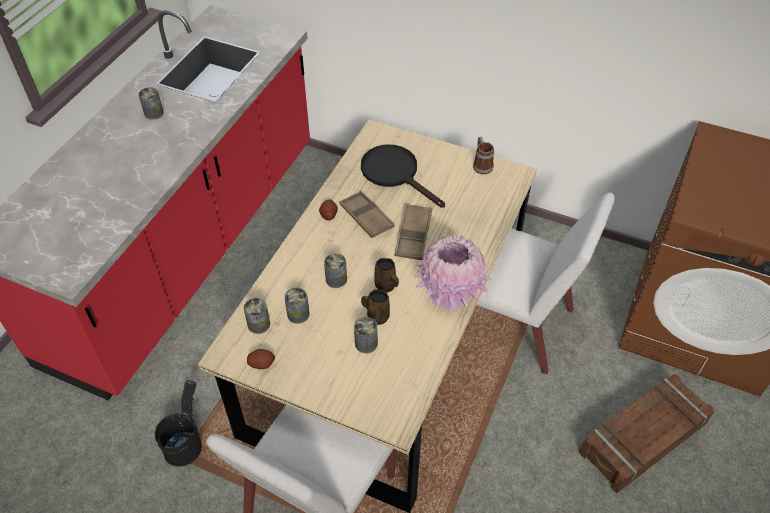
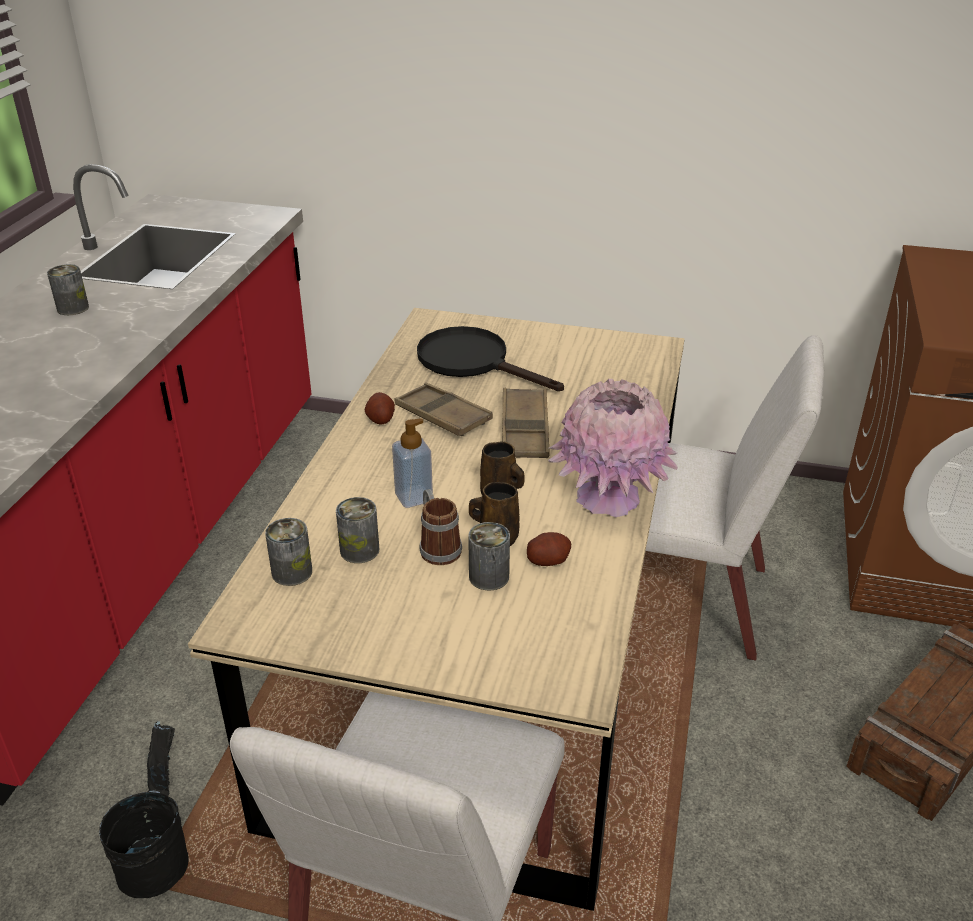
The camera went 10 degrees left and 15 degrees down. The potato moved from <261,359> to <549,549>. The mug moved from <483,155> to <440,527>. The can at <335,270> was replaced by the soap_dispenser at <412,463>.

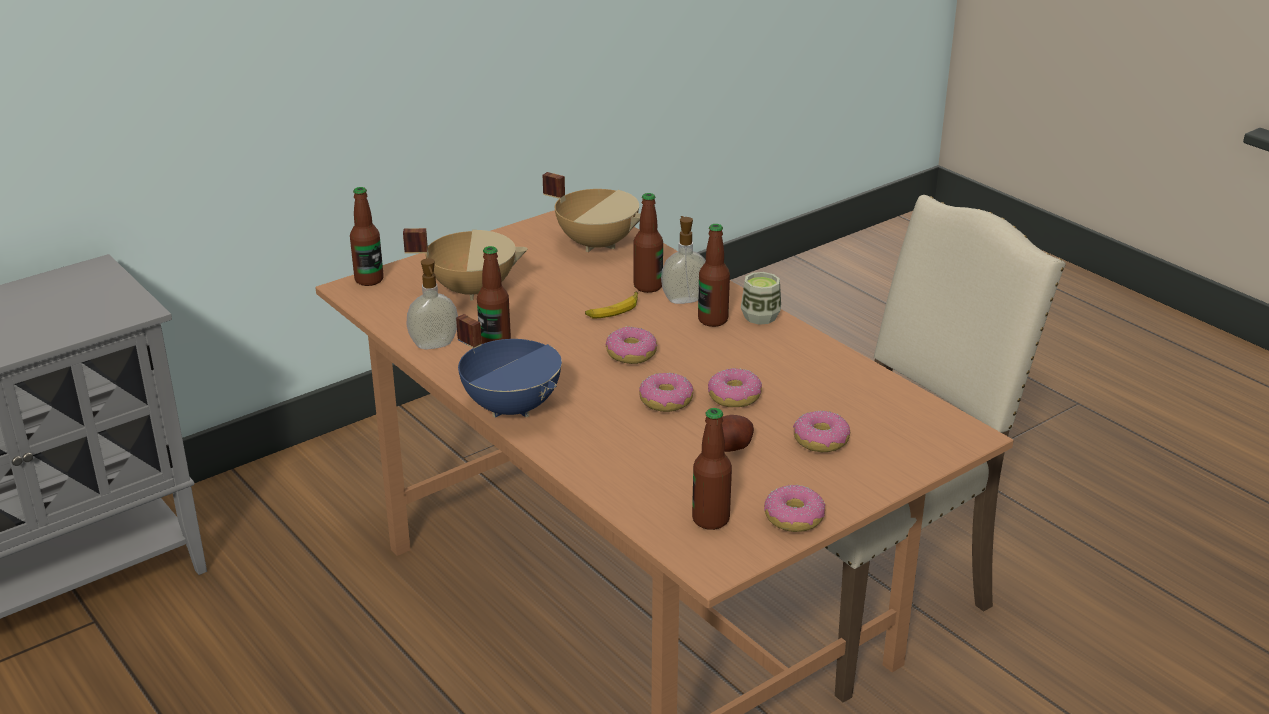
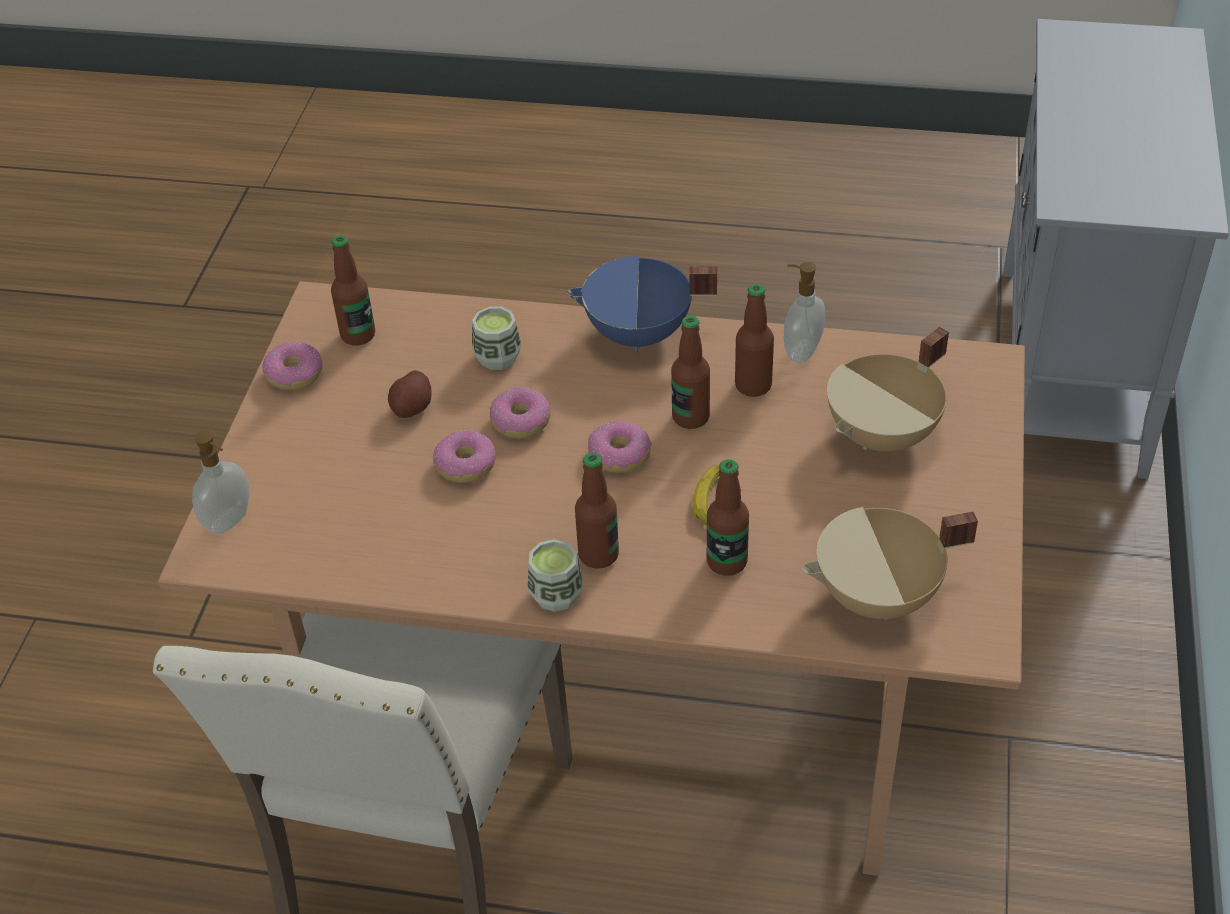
The camera went 140 degrees right and 15 degrees up. The donut at <821,431> disappeared. The cup at <496,338> appeared. The bottle moved from <367,236> to <690,372>. The soap_dispenser moved from <683,260> to <221,482>.

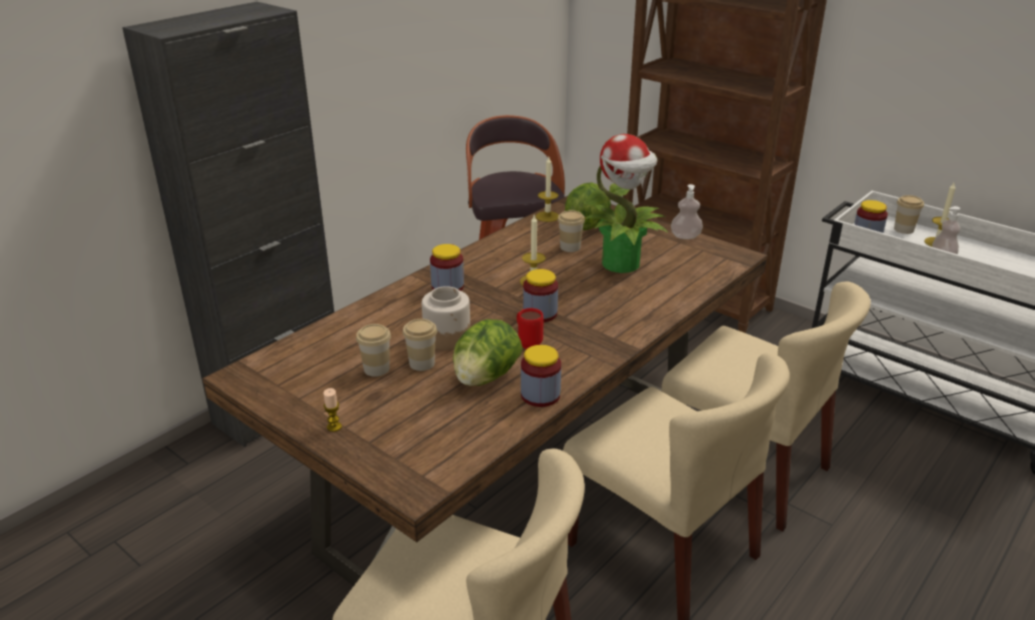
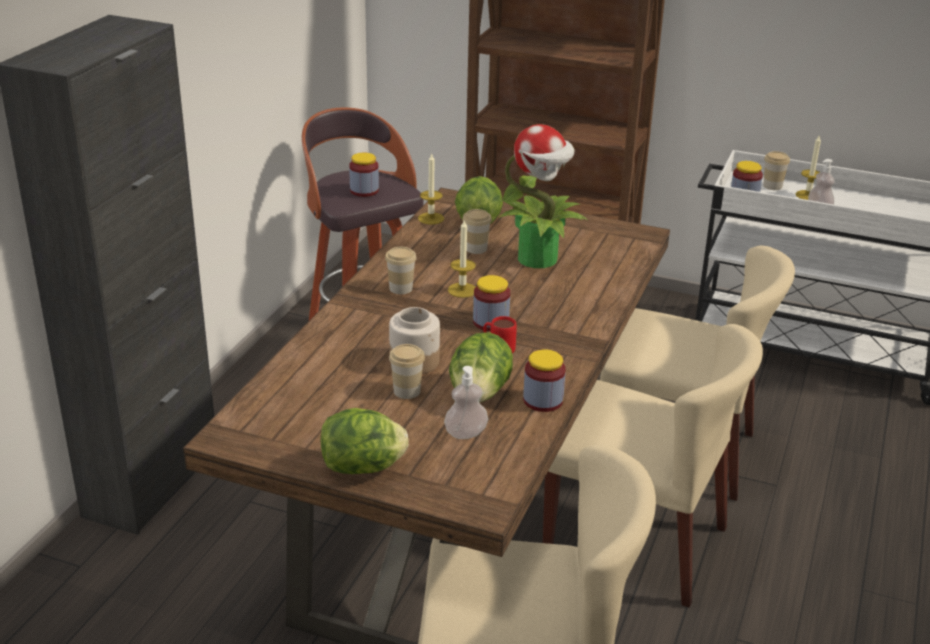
The camera went 20 degrees left and 0 degrees up. The cup moved from <373,350> to <401,270>. The jar moved from <447,267> to <364,175>. The soap_dispenser moved from <687,211> to <466,402>. The candle at <332,410> was replaced by the lettuce at <364,441>.

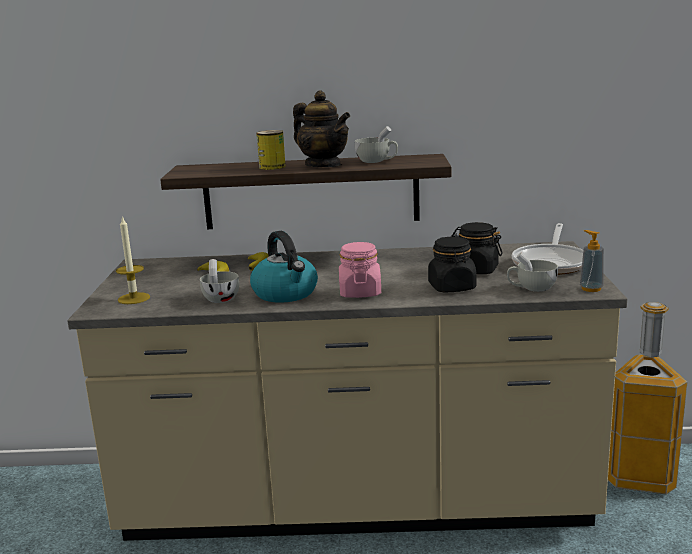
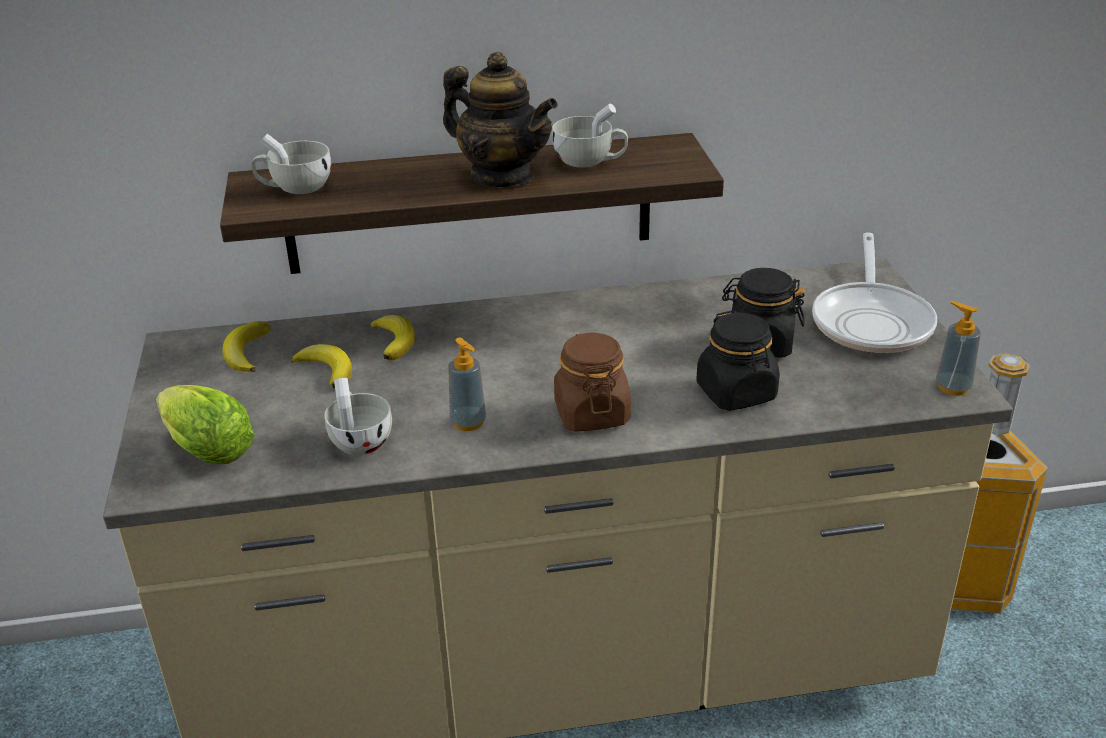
The camera went 10 degrees left and 15 degrees up. The can at <271,150> disappeared. The banana at <246,346> appeared. The white_cup moved from <532,272> to <291,164>. The candle at <133,260> was replaced by the lettuce at <205,424>. The kettle at <284,267> was replaced by the soap_dispenser at <467,384>. The pink_jar at <360,270> became the brown_jar at <592,382>.

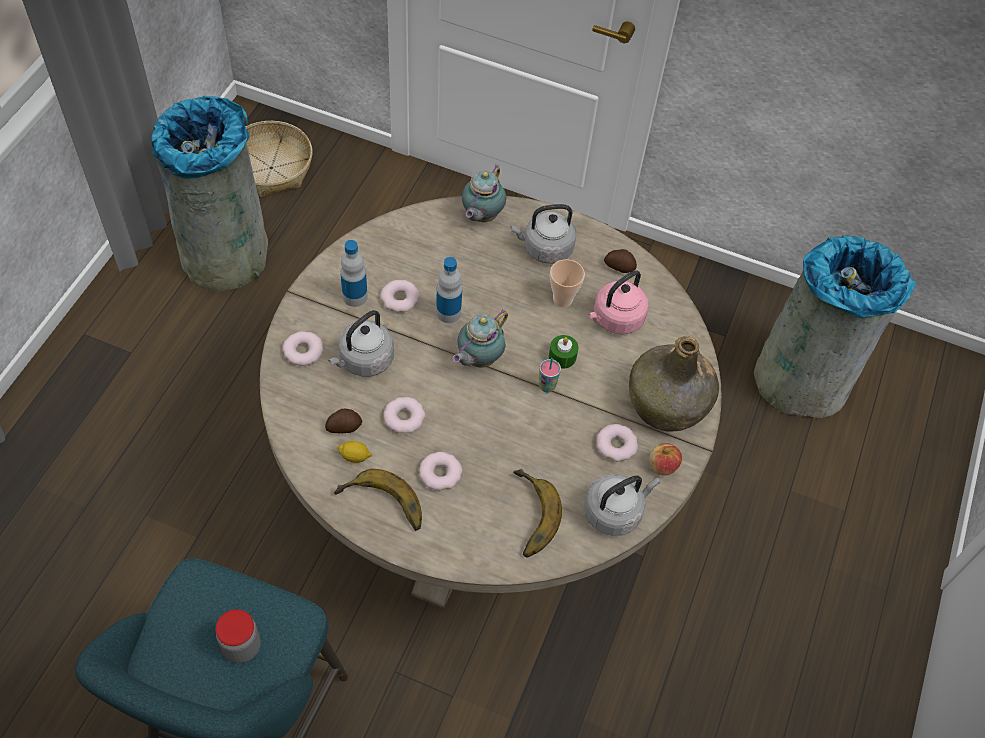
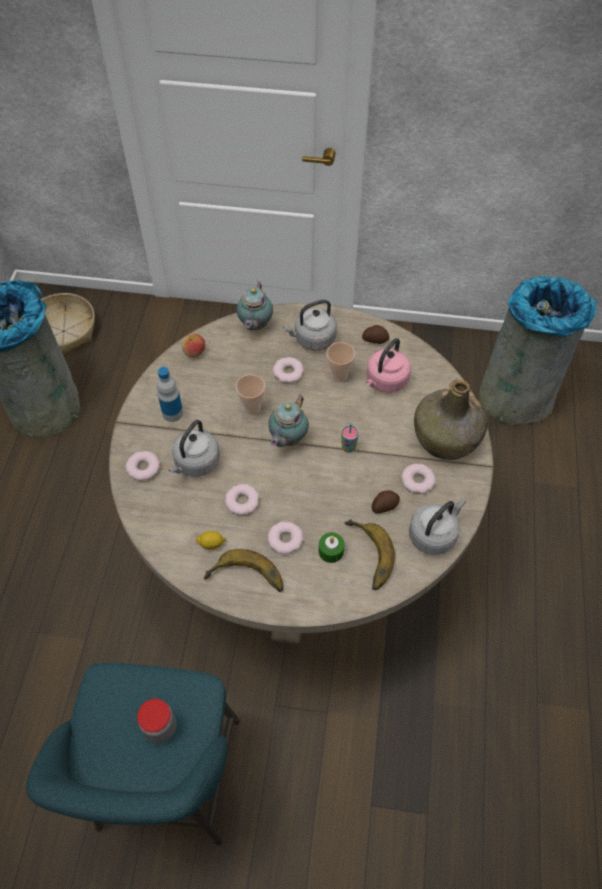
The camera went 10 degrees left and 0 degrees up. The potato moved from <343,421> to <386,501>. The donut moved from <399,296> to <288,370>. The green_candle moved from <564,351> to <331,547>. The apple moved from <665,459> to <193,346>. The bottle at <449,290> was replaced by the cup at <250,395>.

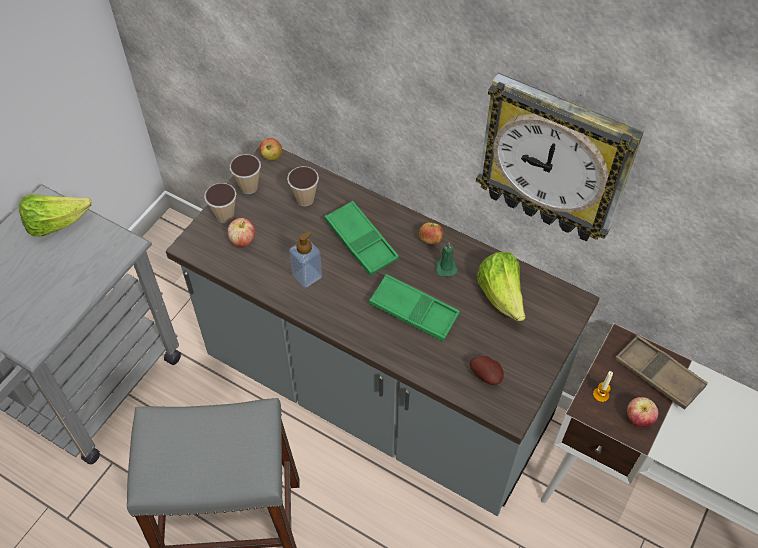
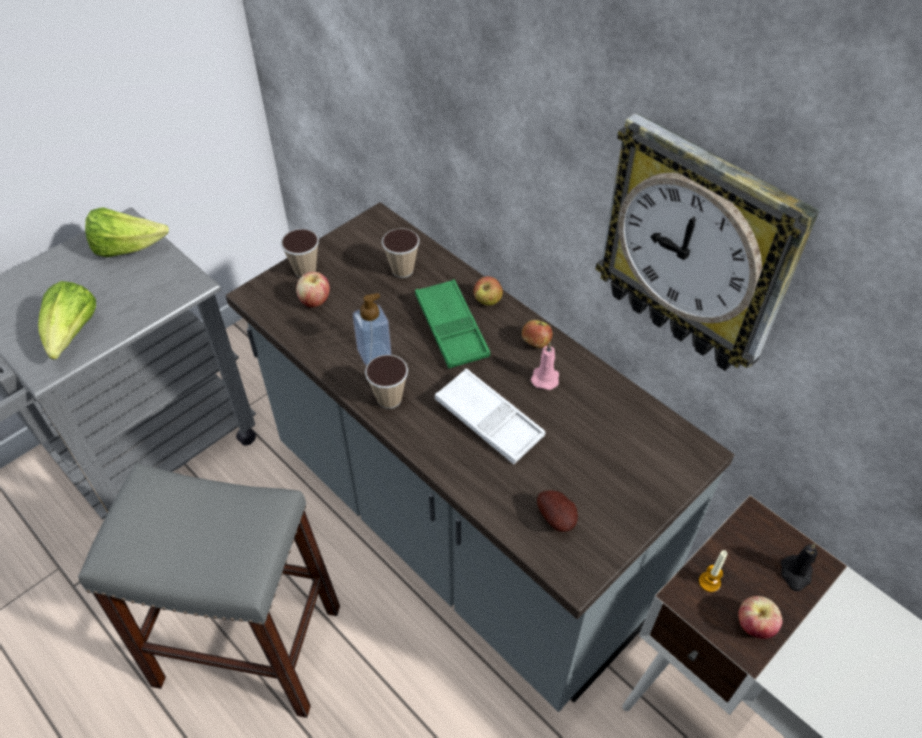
The camera went 15 degrees right and 5 degrees down. The cup moved from <245,174> to <386,382>. The apple moved from <270,149> to <488,291>. The lettuce moved from <501,287> to <67,320>. The brown_tray at <661,372> was replaced by the black_candle at <799,567>. The green_tray at <414,308> became the white_tray at <490,416>. The green_candle at <447,260> became the pink_candle at <545,366>.

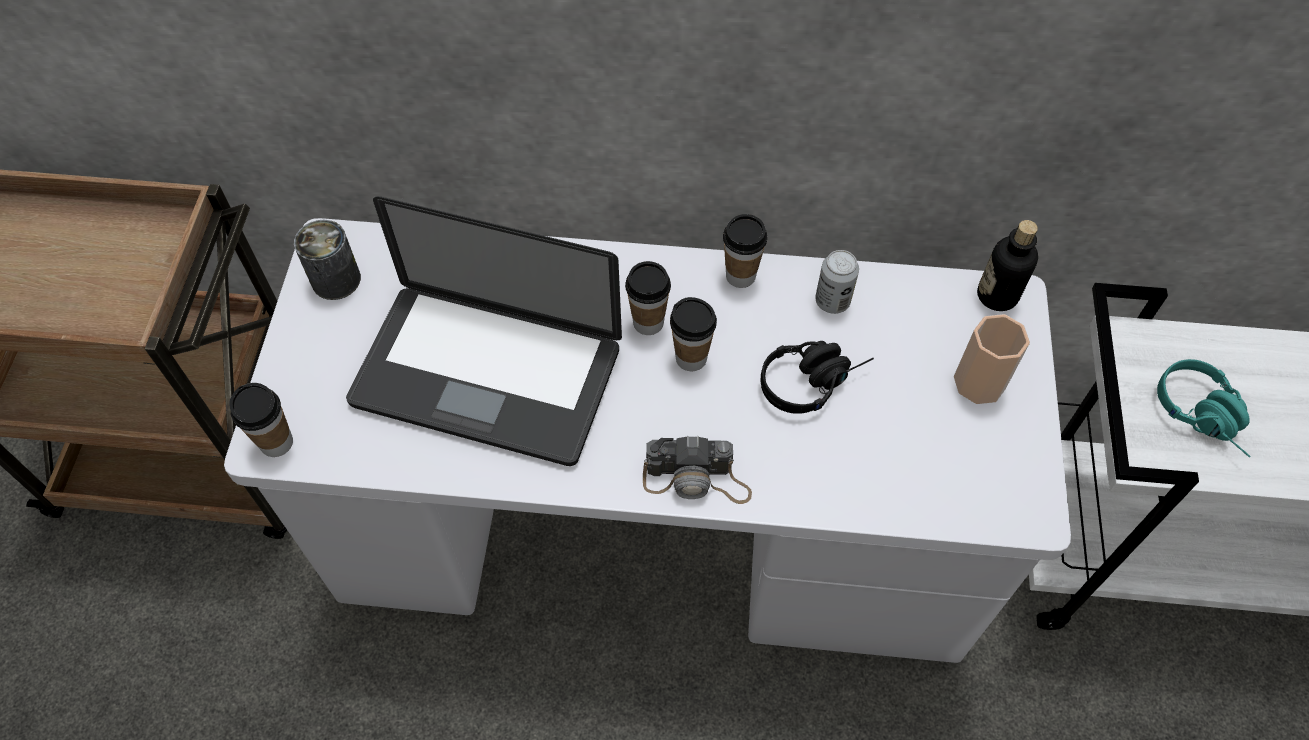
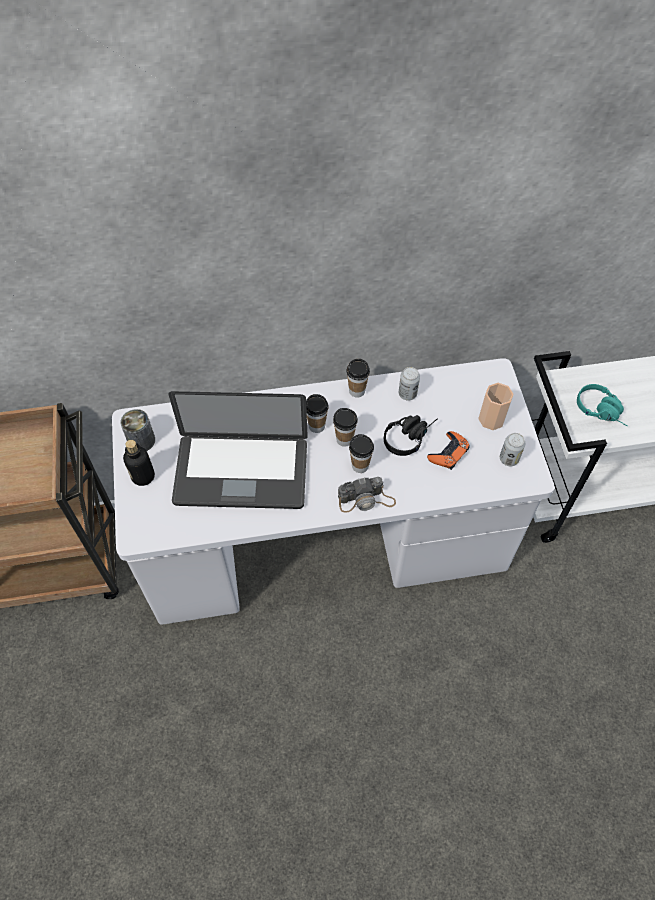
The camera went 15 degrees left and 0 degrees up. The orange_game_controller at <448,450> appeared. The can at <512,449> appeared. The cup moved from <261,420> to <361,453>. The bottle moved from <1007,265> to <139,463>.

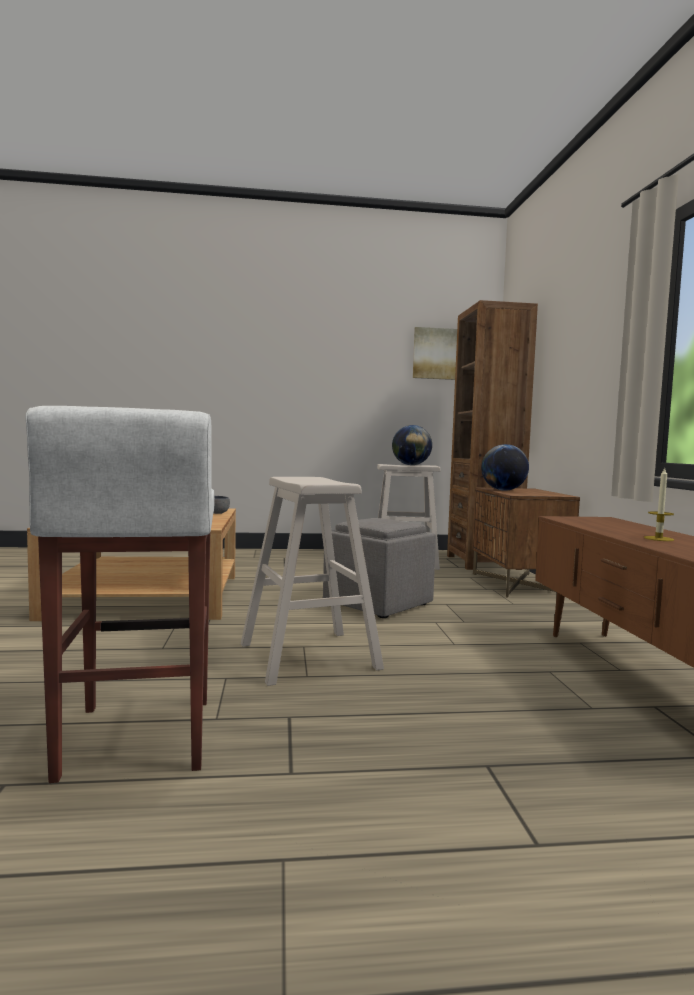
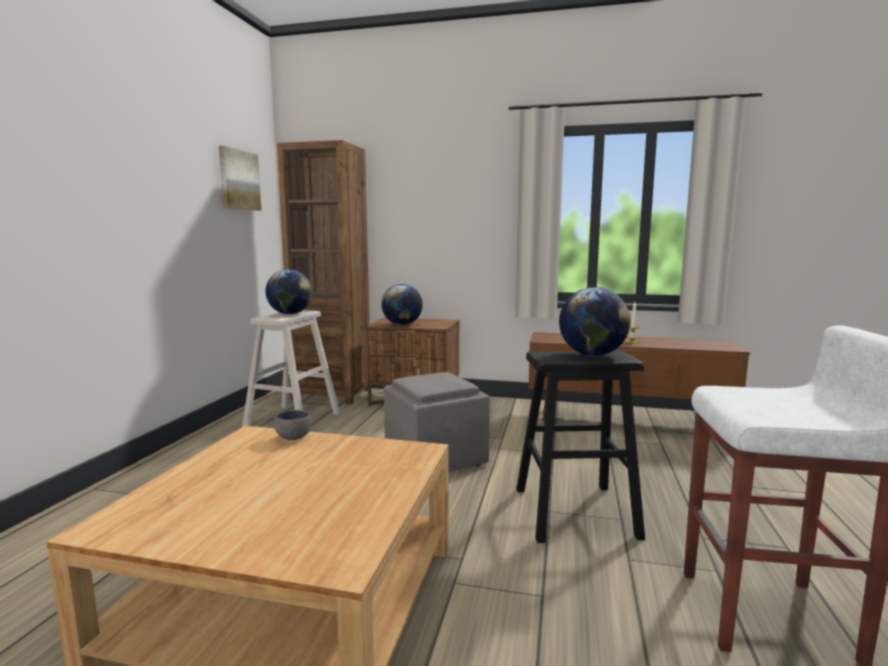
The camera went 70 degrees left and 5 degrees up. The globe at <595,321> appeared. The beige_stool at <312,581> became the black_stool at <580,446>.

